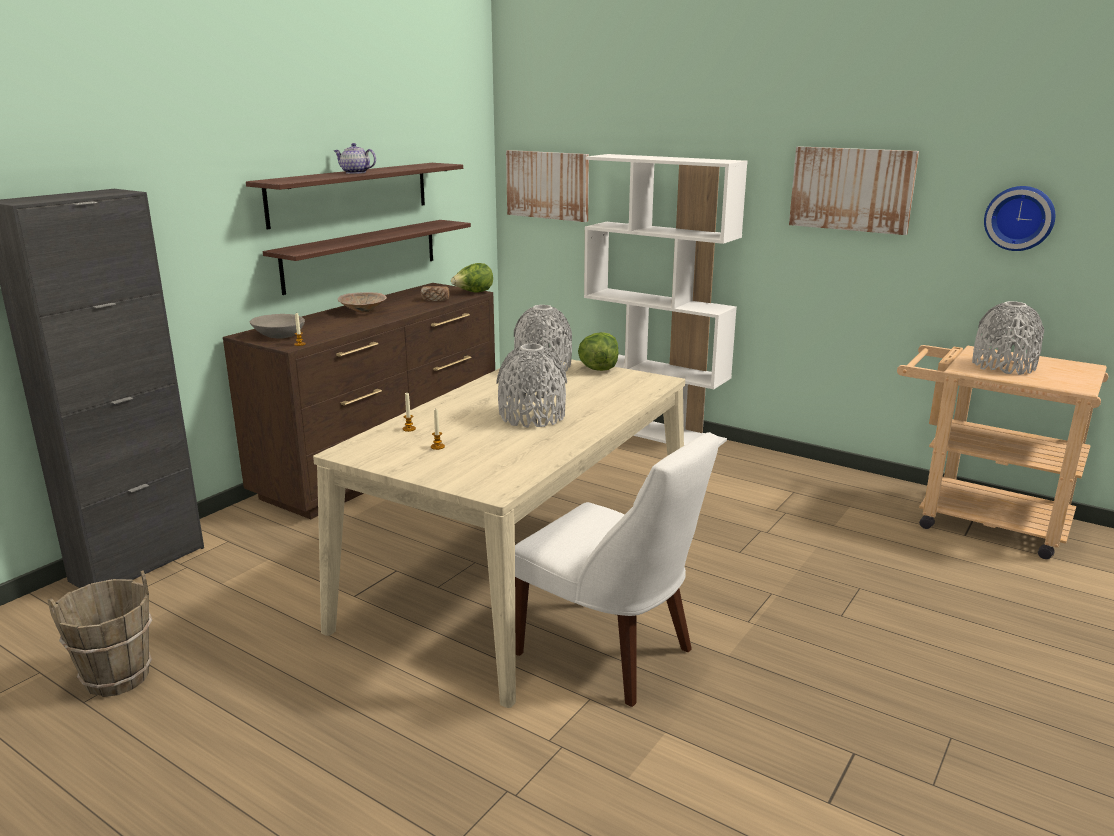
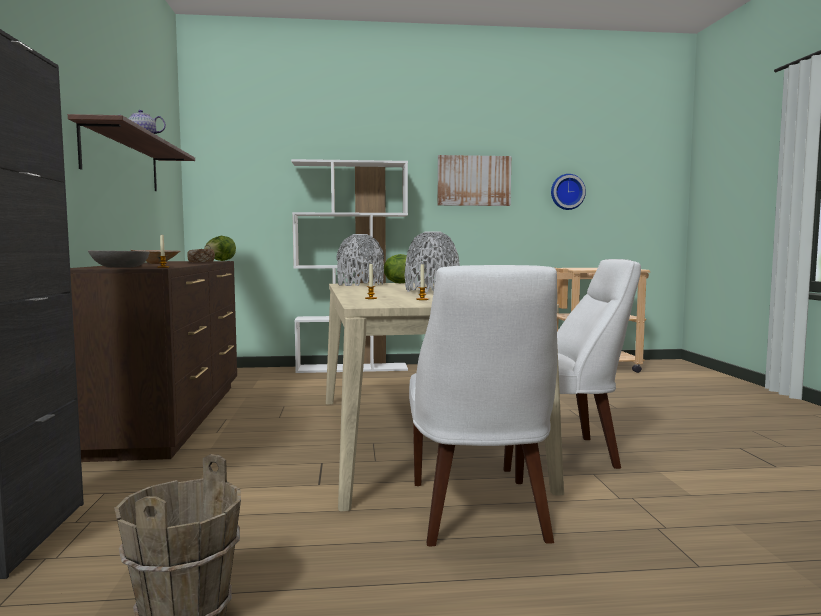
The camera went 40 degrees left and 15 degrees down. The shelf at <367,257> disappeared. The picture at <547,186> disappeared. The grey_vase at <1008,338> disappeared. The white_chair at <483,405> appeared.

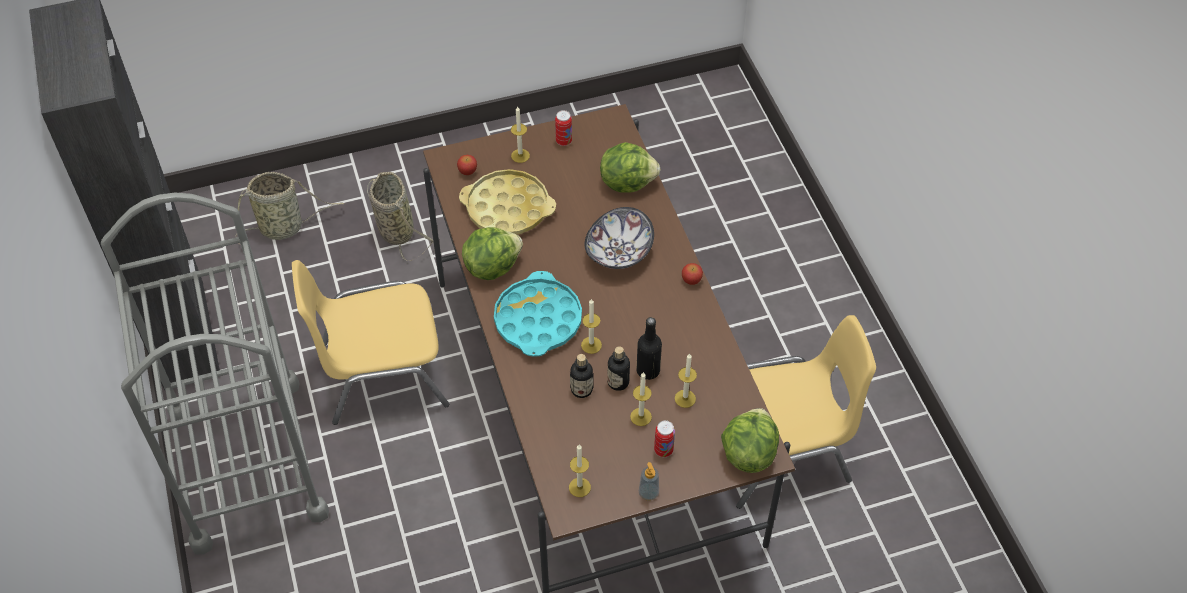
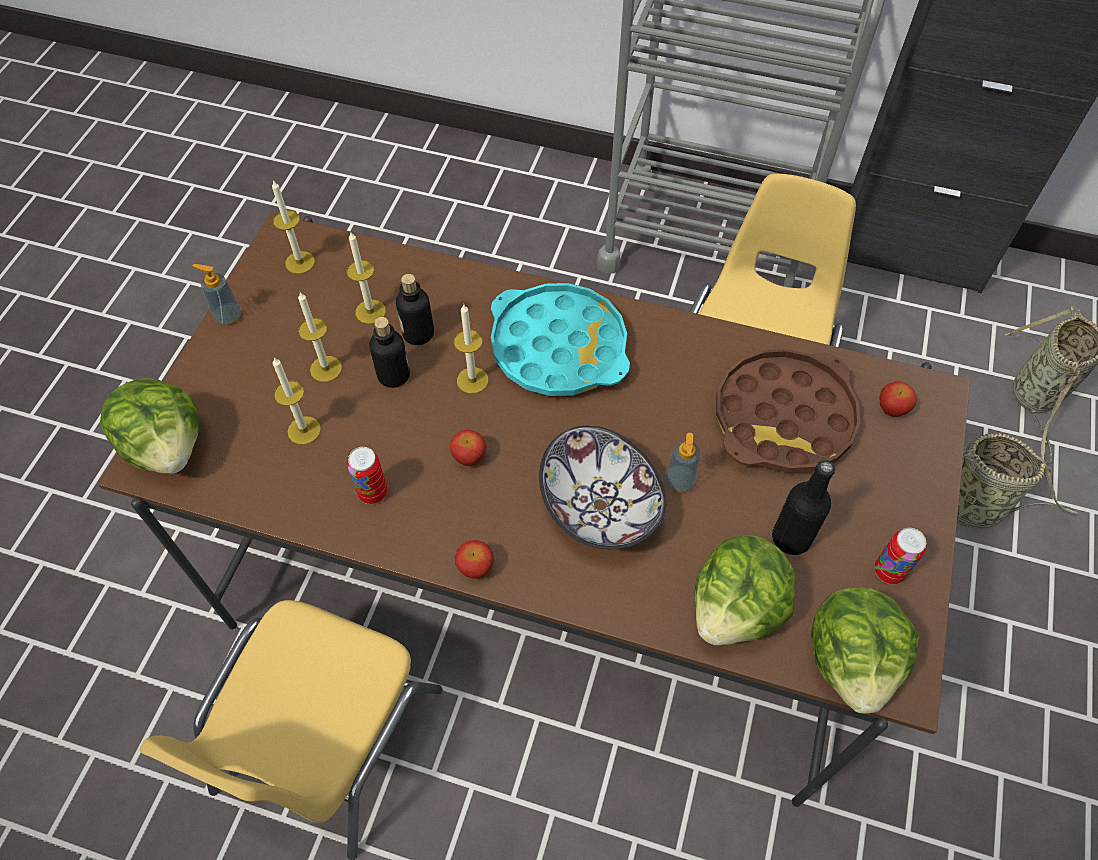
The camera went 125 degrees right and 5 degrees up. The apple at <467,448> appeared. The soap_dispenser at <682,463> appeared. The lettuce moved from <492,253> to <865,651>. The candle moved from <520,134> to <366,277>. The black_bottle moved from <649,348> to <803,507>. The can moved from <664,438> to <367,475>. The yellow_tray at <507,202> became the brown_tray at <788,411>.

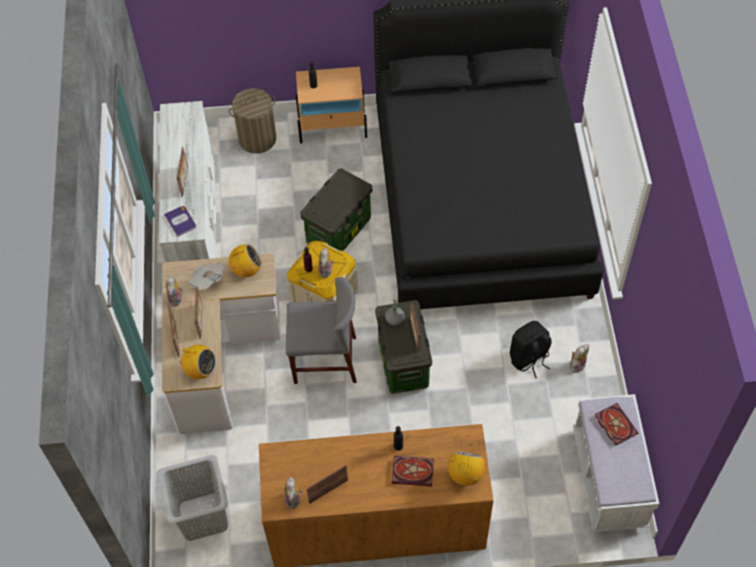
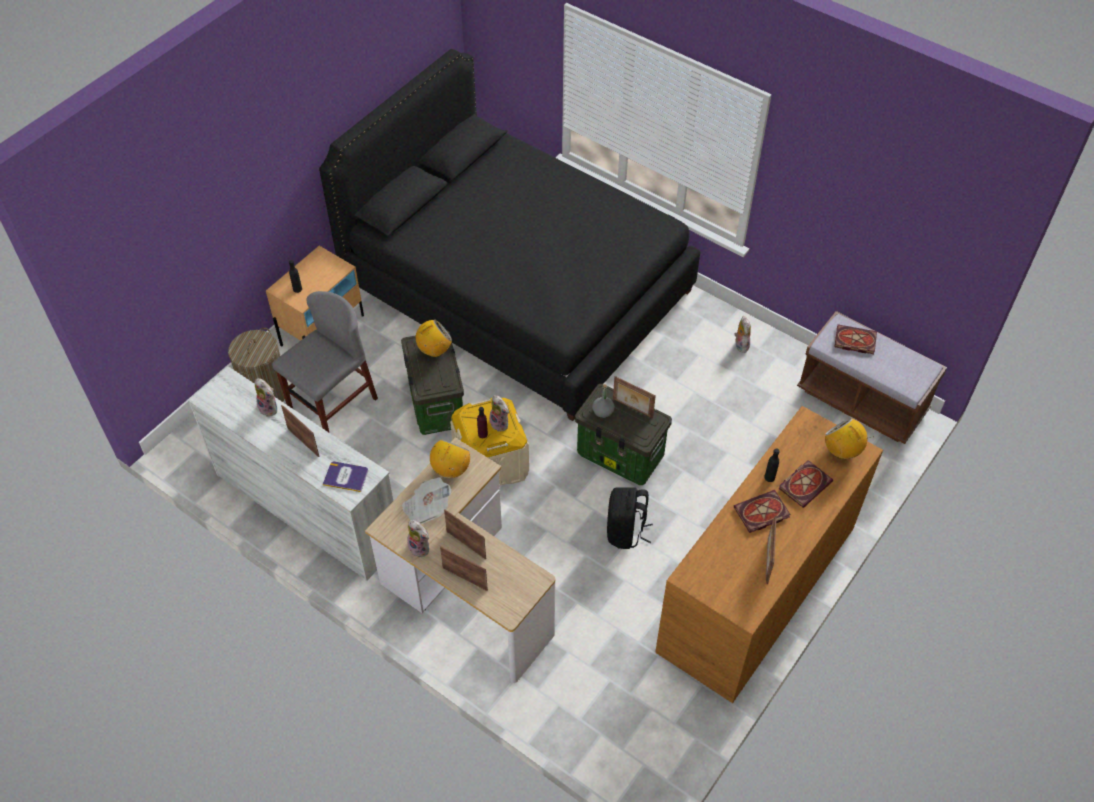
The camera went 50 degrees left and 5 degrees down. The grey_laundry_basket at <193,498> disappeared. The book at <762,511> appeared. The radio moved from <196,362> to <434,338>. The plush_toy moved from <293,493> to <266,397>. The grey_chair moved from <321,330> to <325,361>. The black_backpack moved from <531,349> to <630,518>. The white_bench at <616,463> became the brown_bench at <872,377>.

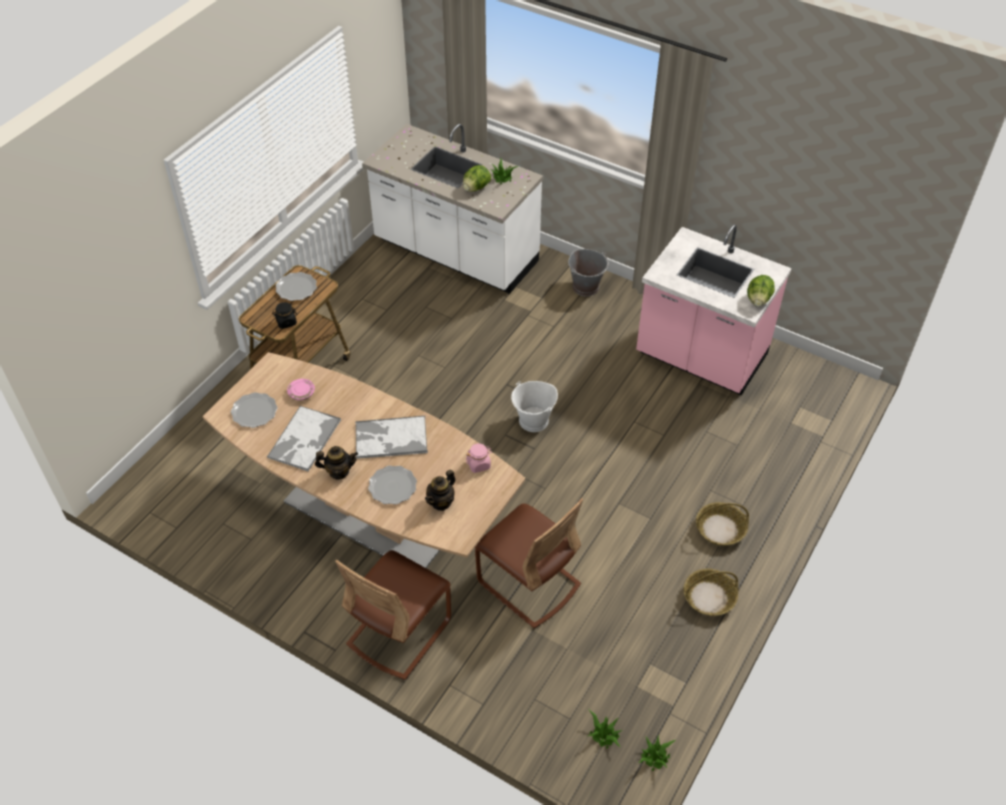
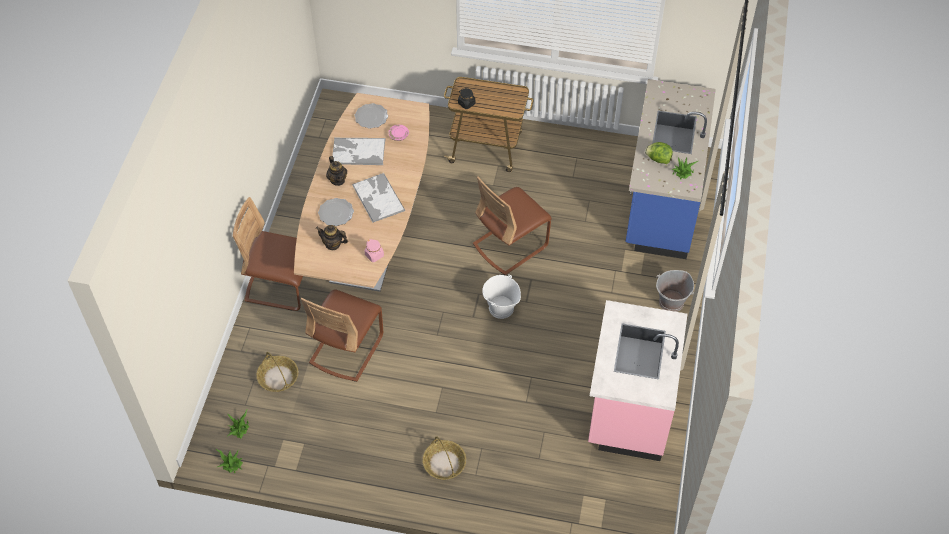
The camera went 70 degrees right and 5 degrees up. The plate at <296,286> disappeared. The lettuce at <761,291> disappeared. The brown_chair at <512,226> appeared. The basket moved from <711,592> to <277,372>. The white_counter at <452,209> became the blue_counter at <670,169>.

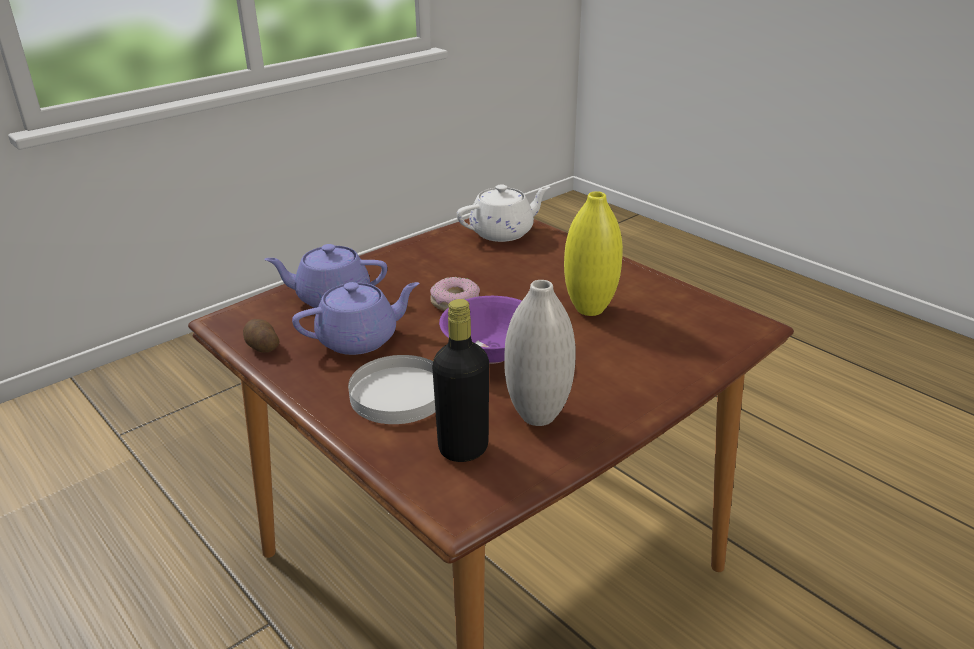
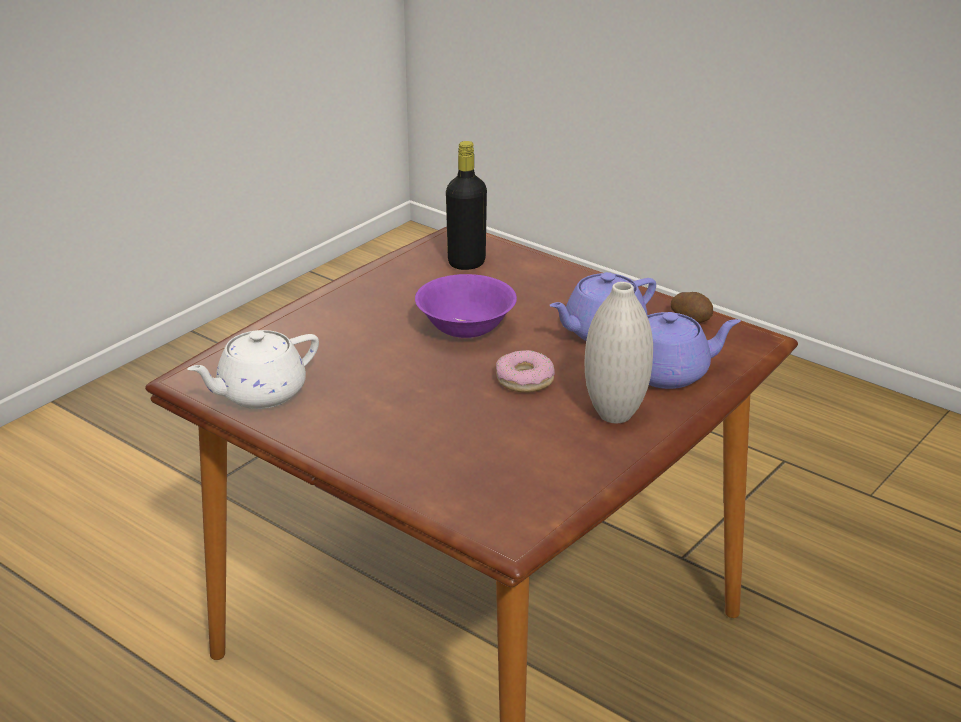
The camera went 170 degrees right and 0 degrees up. The white_plate at <392,389> disappeared. The yellow_vase at <593,253> disappeared. The white_teapot moved from <503,213> to <253,369>. The white_vase moved from <540,353> to <619,352>.

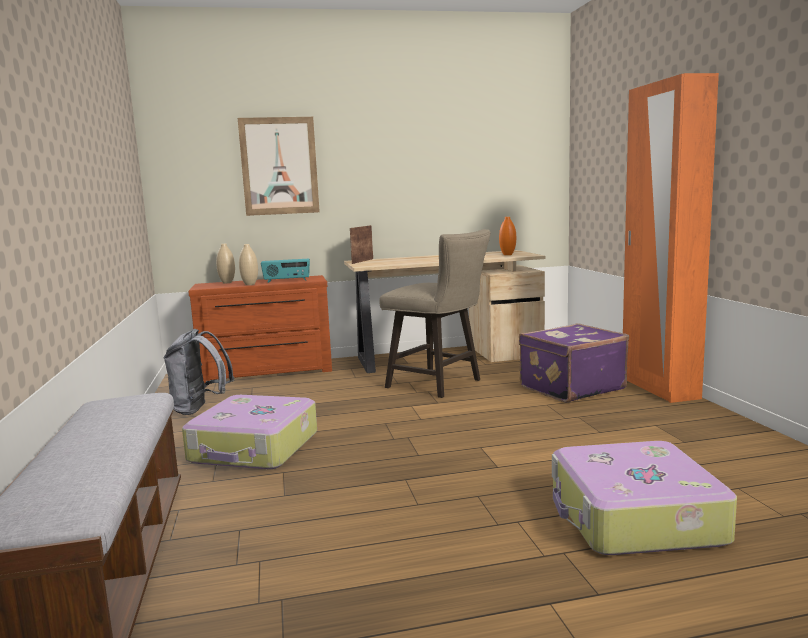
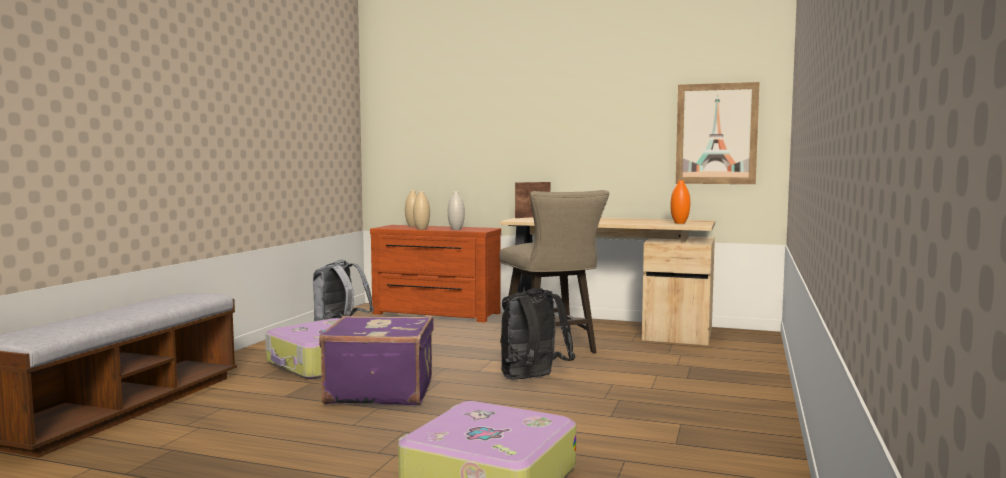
The camera went 30 degrees right and 5 degrees down. The orange_wardrobe at <671,238> disappeared. The black_backpack at <538,334> appeared. The picture moved from <279,166> to <717,133>. The purple_suitcase moved from <574,363> to <376,360>. The radio at <285,271> was replaced by the white_vase at <456,211>.

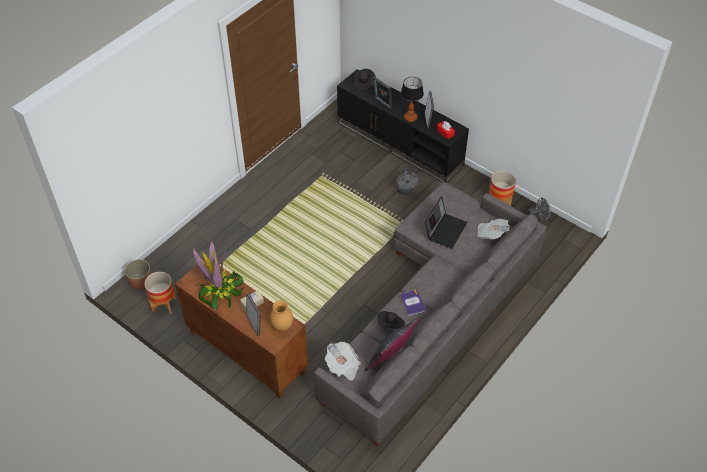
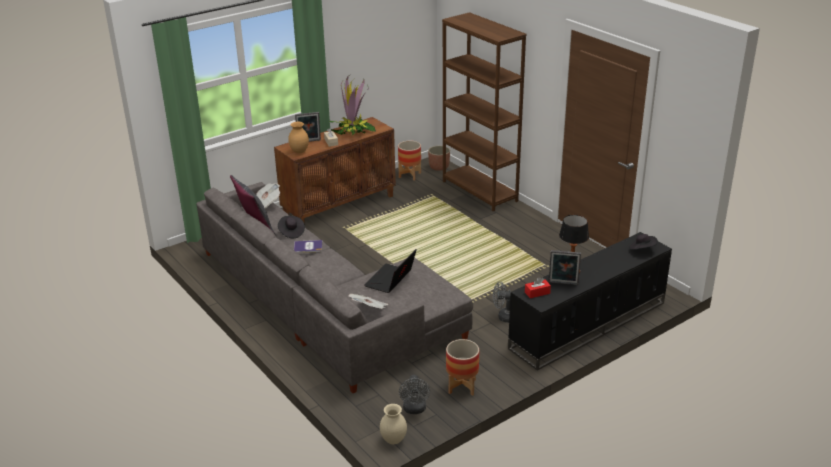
The camera went 105 degrees right and 20 degrees down. The picture_frame at <383,93> disappeared. The beige_vase at <393,424> appeared. The brown_bookcase at <484,111> appeared. The laptop at <446,222> turned 75 degrees clockwise.

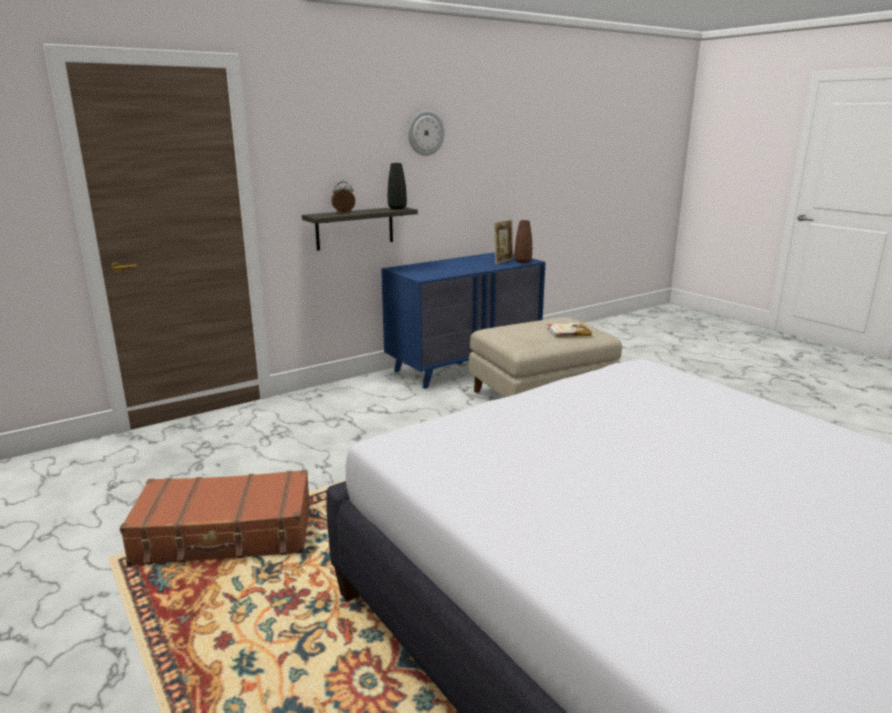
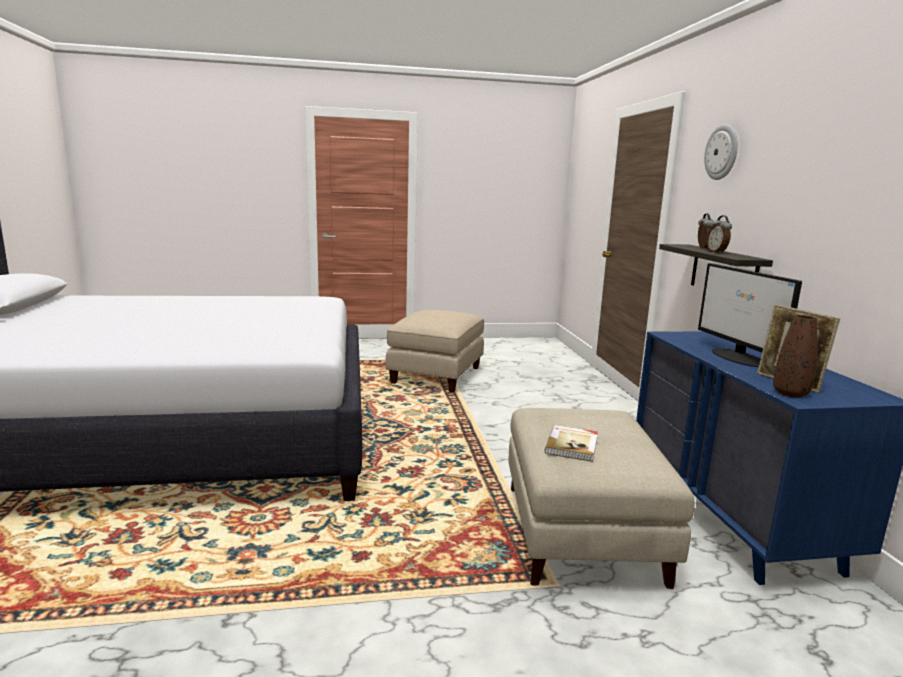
The camera went 115 degrees right and 5 degrees down. The black_vase at <397,186> disappeared. The monitor at <750,315> appeared. The alarm_clock at <719,234> appeared. The wall_clock moved from <426,133> to <721,152>. The brown_suitcase at <215,518> was replaced by the beige_ottoman at <435,351>.

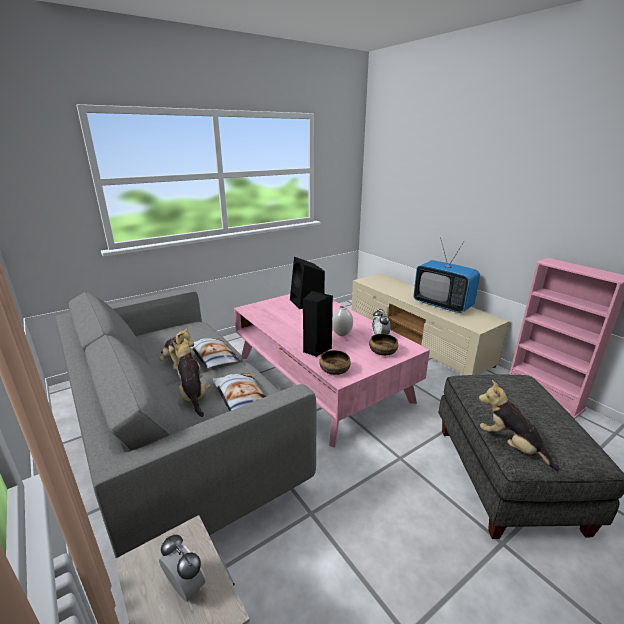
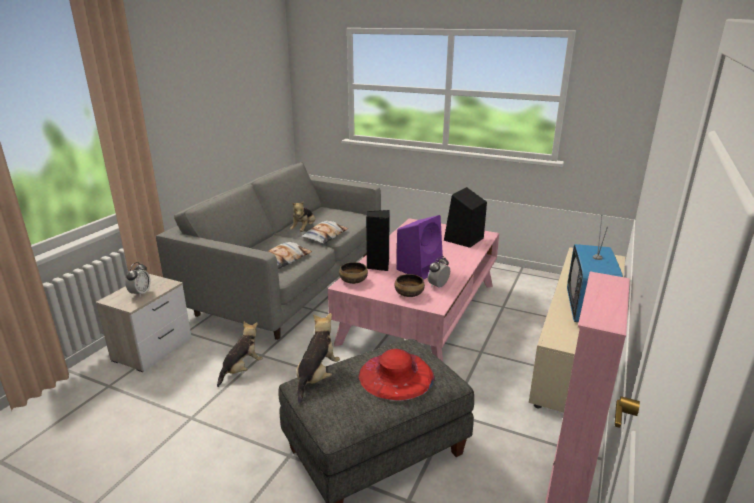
The camera went 60 degrees right and 0 degrees up. The red_hat at <397,374> appeared. The plush_toy moved from <192,377> to <240,354>. The white_vase at <342,321> was replaced by the purple_speaker at <420,247>.

